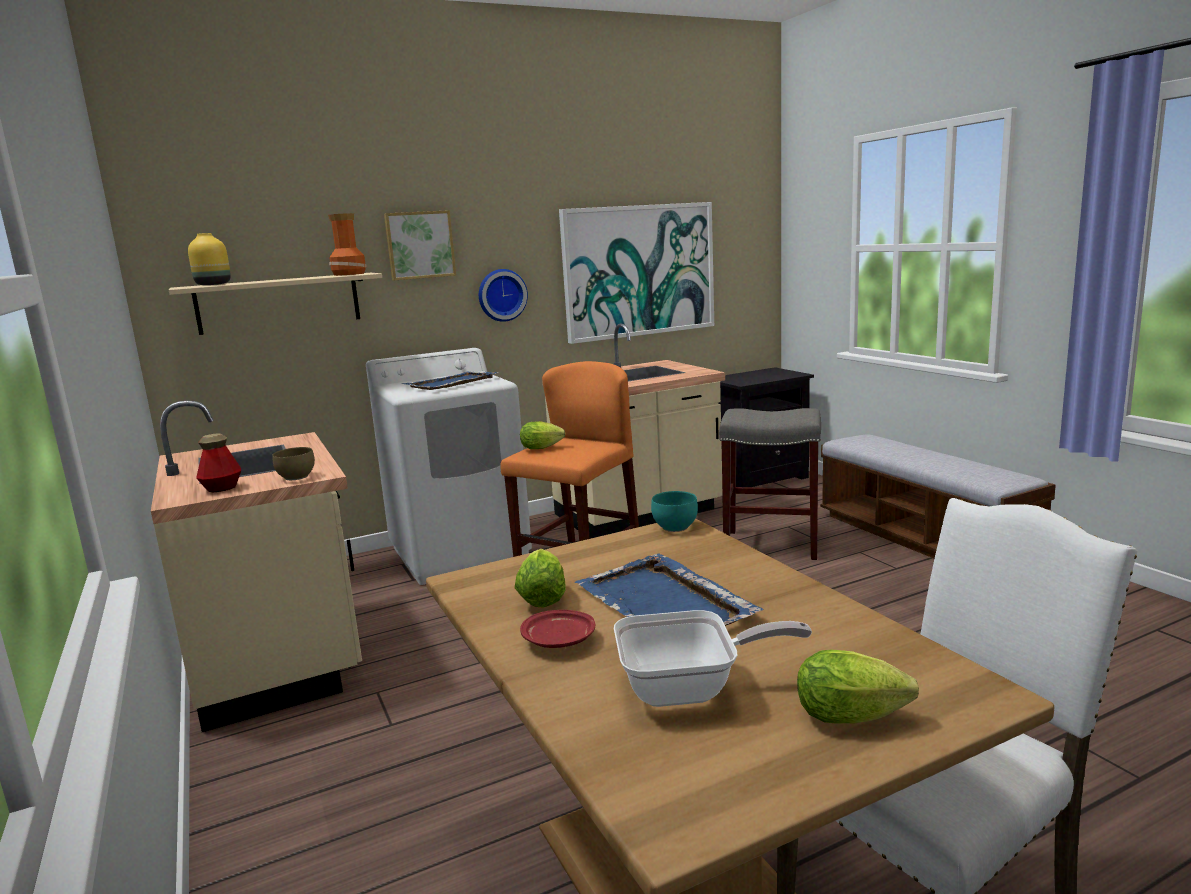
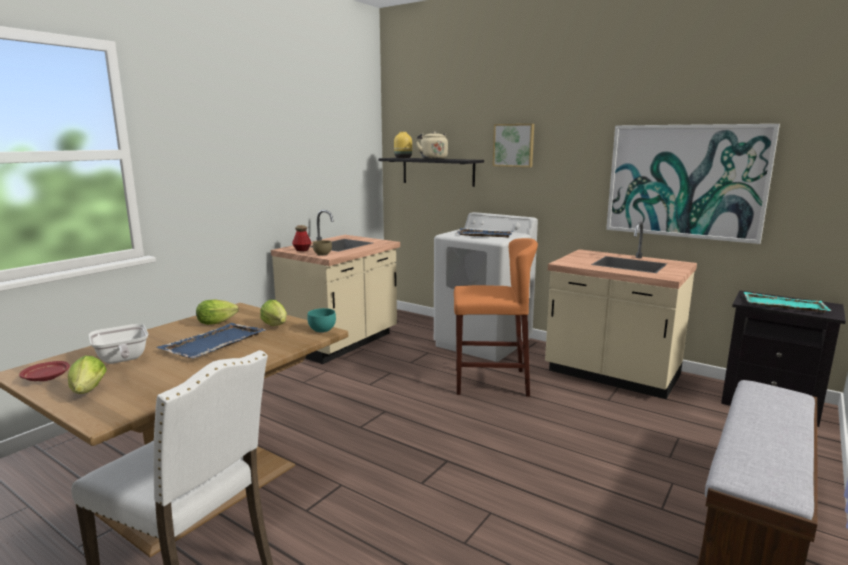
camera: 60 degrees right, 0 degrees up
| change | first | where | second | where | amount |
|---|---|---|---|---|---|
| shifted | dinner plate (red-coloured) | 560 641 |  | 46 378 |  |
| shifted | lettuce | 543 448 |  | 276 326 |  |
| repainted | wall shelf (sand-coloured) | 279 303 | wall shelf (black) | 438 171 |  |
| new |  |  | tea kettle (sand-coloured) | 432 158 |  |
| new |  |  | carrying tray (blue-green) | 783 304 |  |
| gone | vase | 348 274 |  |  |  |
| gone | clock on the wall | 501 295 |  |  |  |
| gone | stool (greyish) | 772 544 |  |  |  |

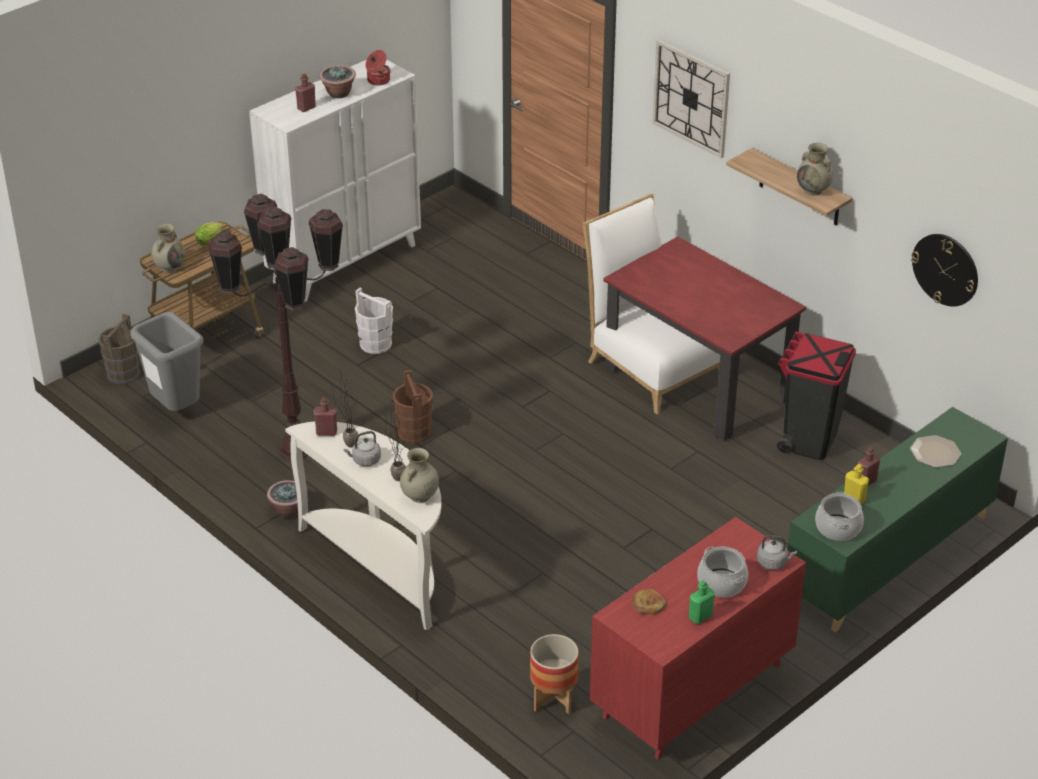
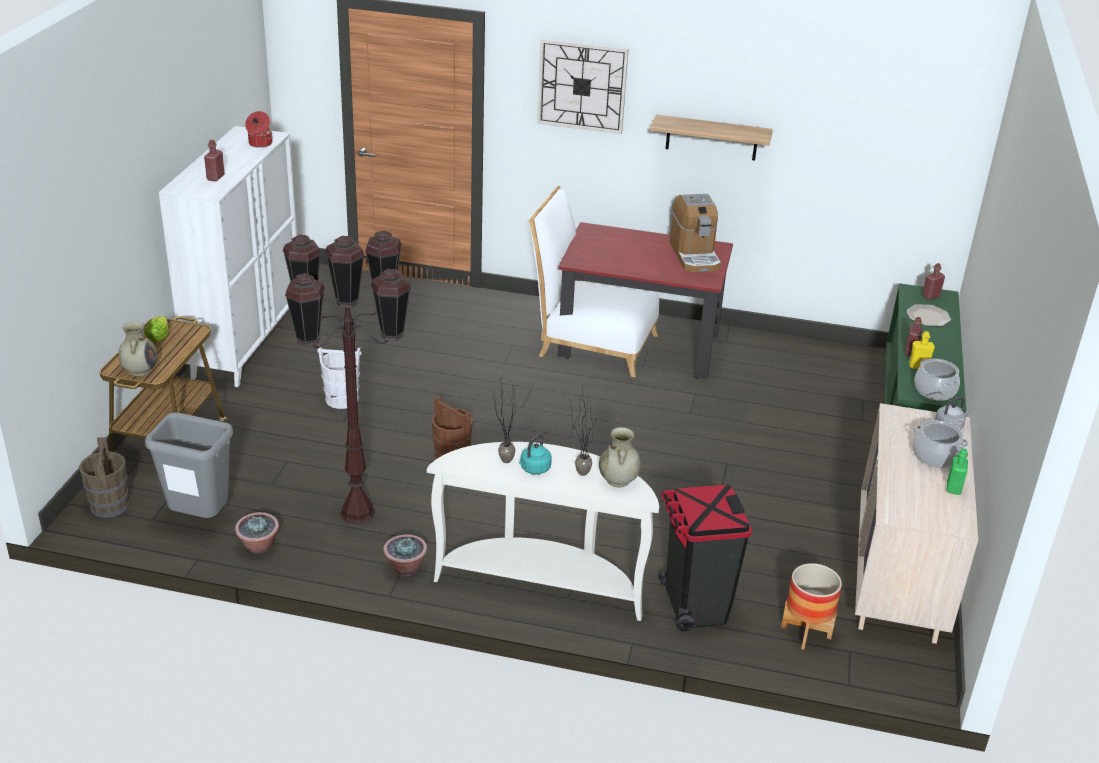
camera: 35 degrees left, 5 degrees down
| change | first | where | second | where | amount |
|---|---|---|---|---|---|
| shifted | potted plant | 338 94 |  | 259 546 |  |
| repainted | tea kettle (greyish) | 365 460 | tea kettle (blue-green) | 534 469 |  |
| shifted | waste bin (black) | 808 440 |  | 694 606 |  |
| new |  |  | coffee brewer | 694 256 |  |
| repainted | dresser (red-coloured) | 692 692 | dresser (sand-coloured) | 898 577 |  |
| shifted | bottle (red-coloured) | 326 432 |  | 930 296 |  |
| gone | bread | 648 604 |  |  |  |
| gone | vase (sand-coloured) | 813 190 |  |  |  |
| gone | clock on the wall | 945 269 |  |  |  |

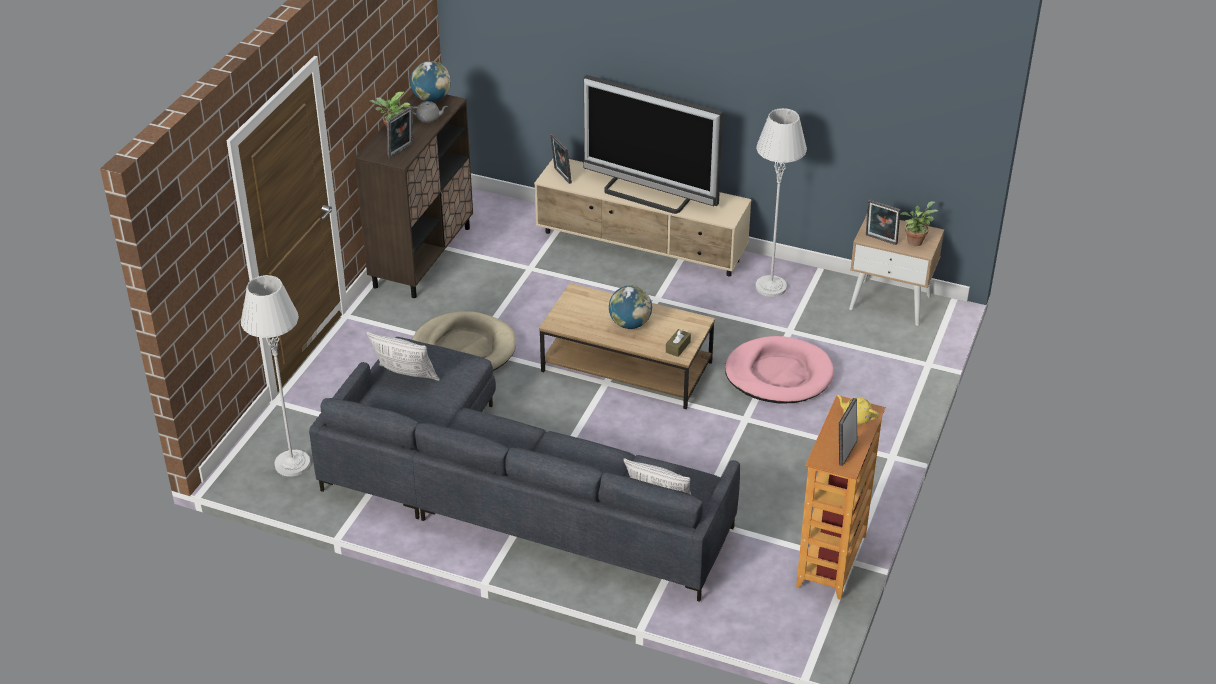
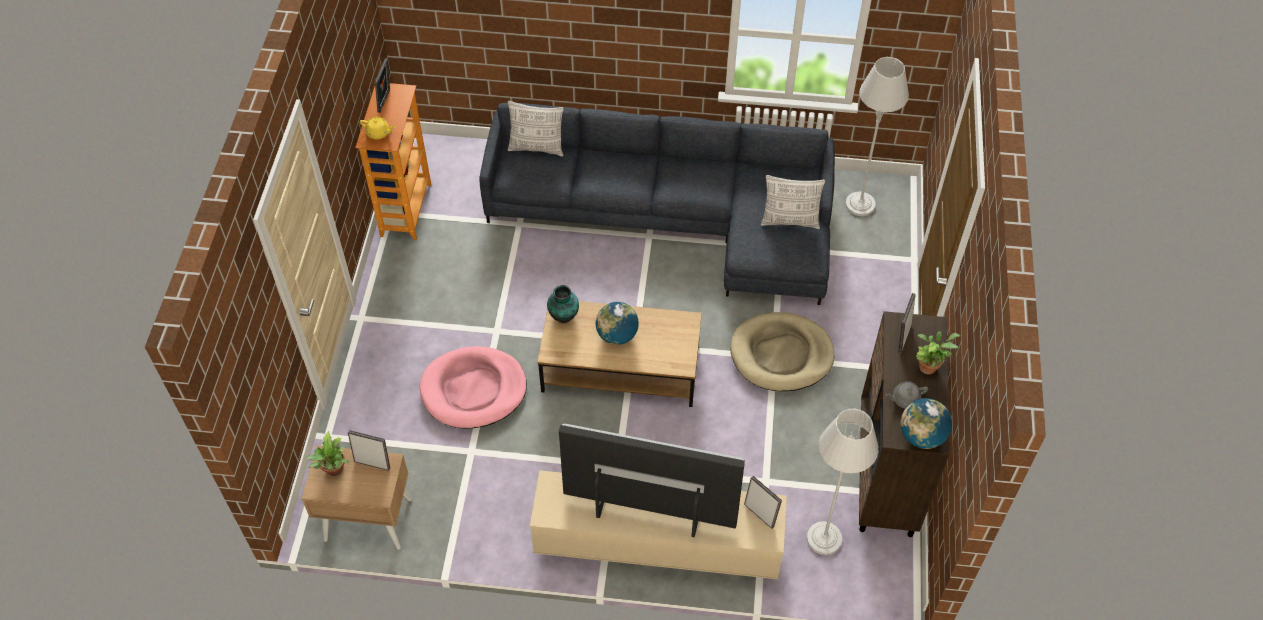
camera: 165 degrees right, 15 degrees up
| change | first | where | second | where | amount |
|---|---|---|---|---|---|
| swapped | tissue box (brown-coloured) | 678 347 | vase | 564 317 |  |
| shifted | standing lamp (greyish) | 771 287 |  | 824 539 |  |

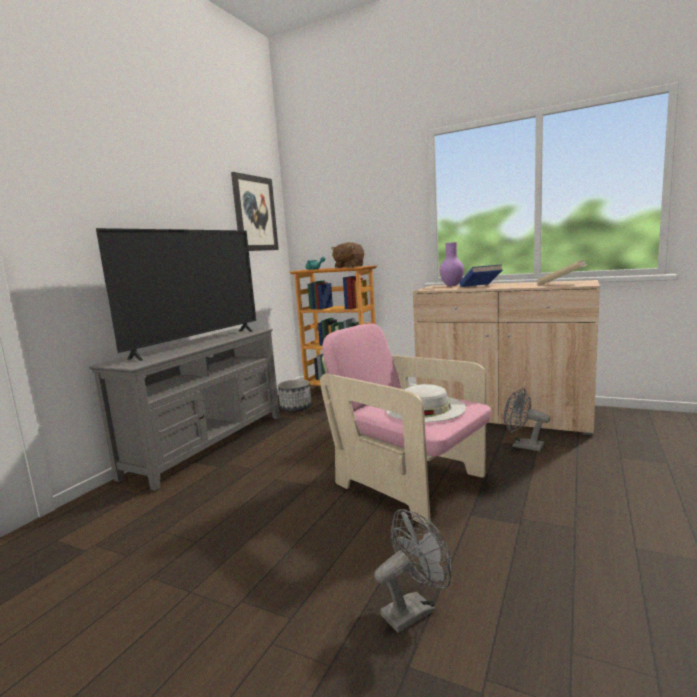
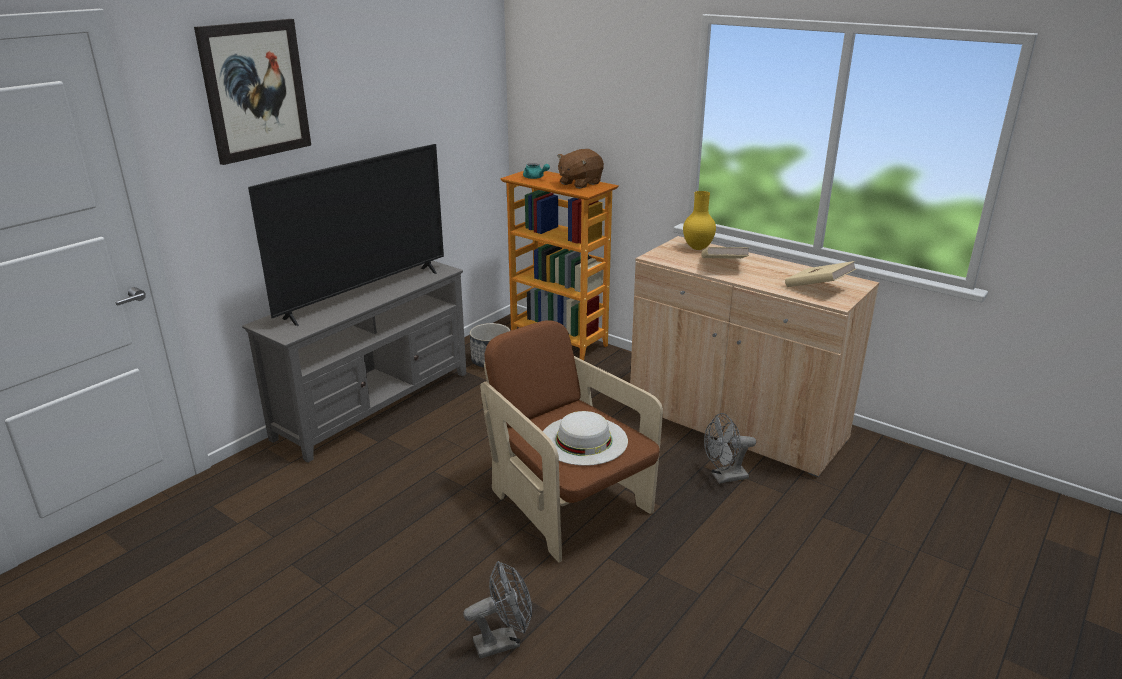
camera: 10 degrees right, 15 degrees up
| change | first | where | second | where | amount |
|---|---|---|---|---|---|
| shifted | wall art | 255 213 |  | 255 90 |  |
| repainted | easy chair (pinkish) | 408 483 | easy chair (brown-coloured) | 568 505 |  |
| repainted | vase (purple) | 451 285 | vase (yellow-coloured) | 697 248 |  |
| repainted | volume (bluish) | 480 286 | volume (sand-coloured) | 723 266 |  |
| rotated | electric fan (greyish) | 522 446 |  | 724 477 | 60 degrees counterclockwise |

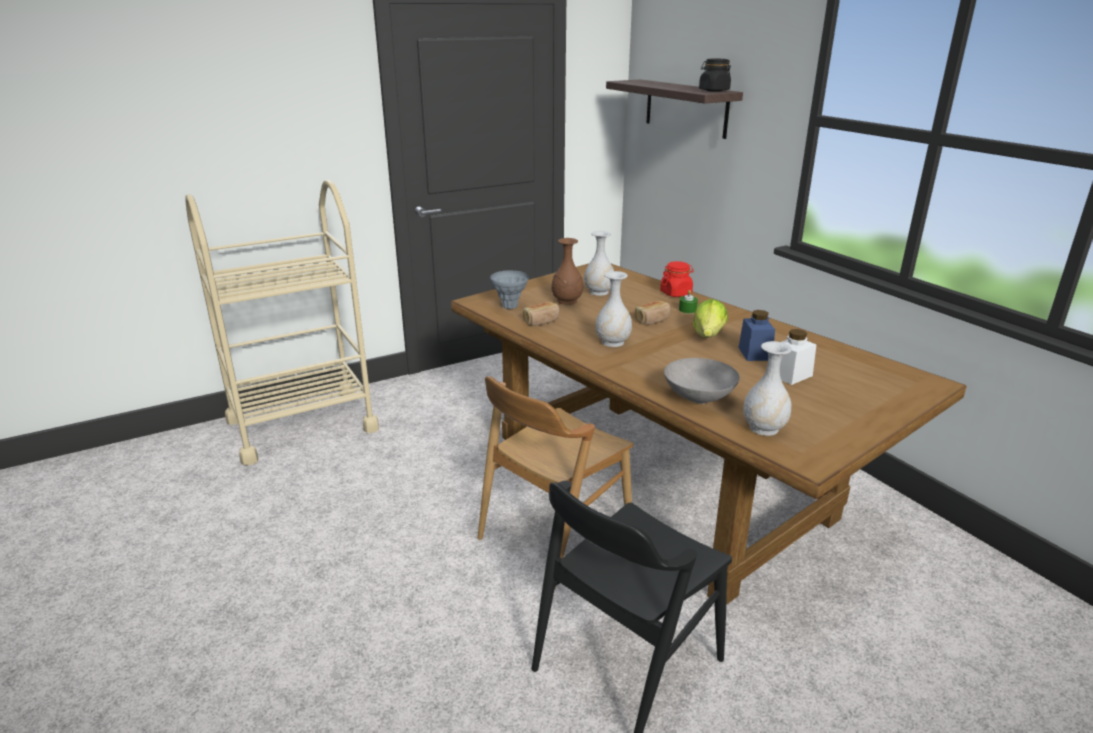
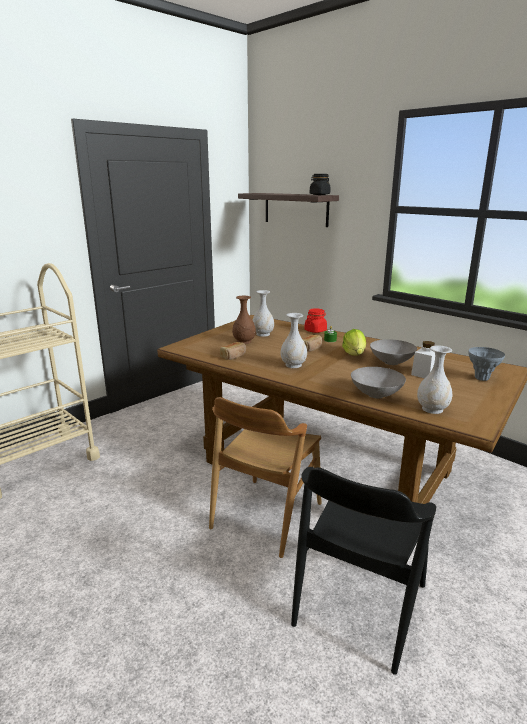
camera: 15 degrees left, 5 degrees down
| change | first | where | second | where | amount |
|---|---|---|---|---|---|
| swapped | storage jar (bluish) | 754 354 | bowl (greyish) | 392 362 |  |
| shifted | vase (greyish) | 510 306 |  | 481 378 |  |

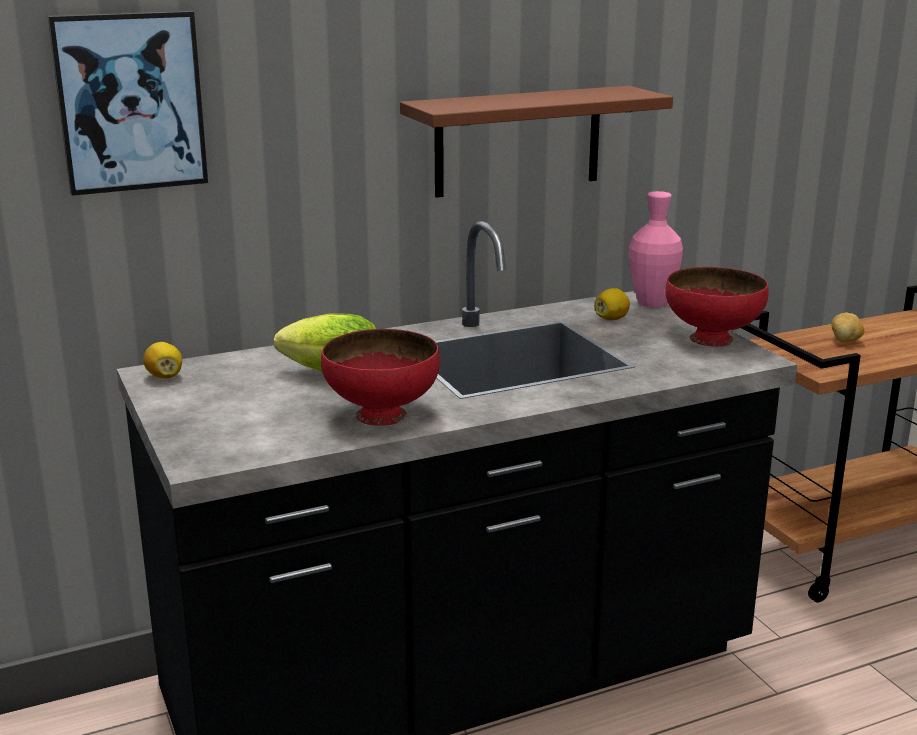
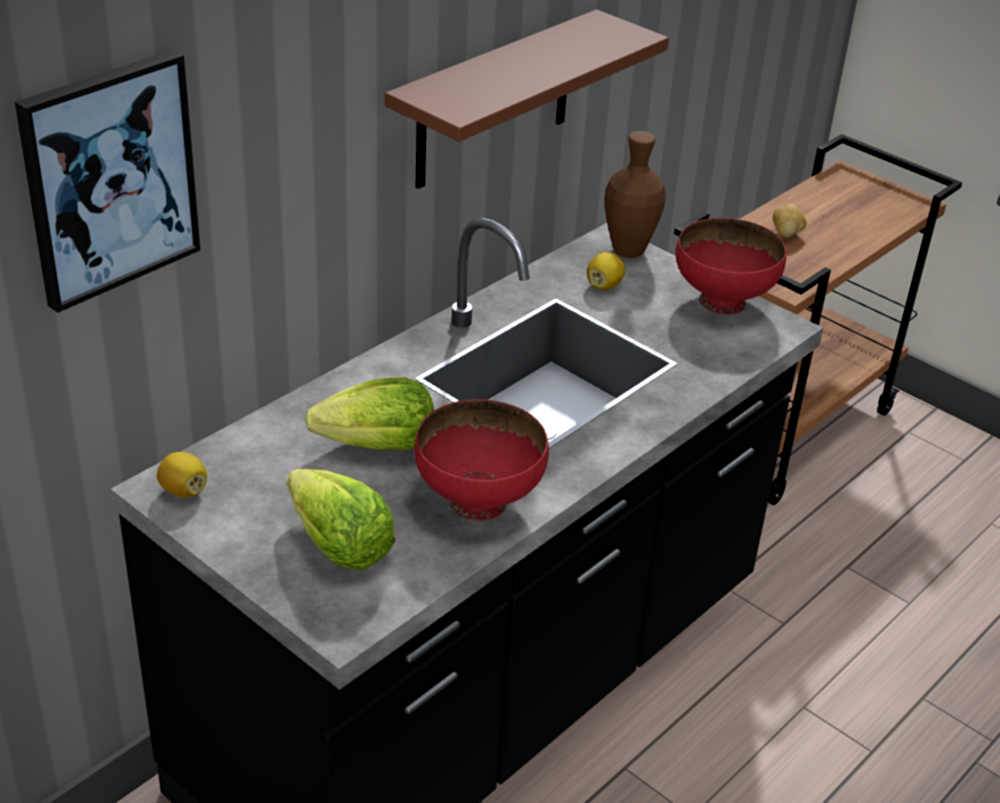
camera: 25 degrees left, 15 degrees up
| change | first | where | second | where | amount |
|---|---|---|---|---|---|
| new |  |  | lettuce | 339 547 |  |
| repainted | vase (pinkish) | 652 304 | vase (brown-coloured) | 628 251 |  |

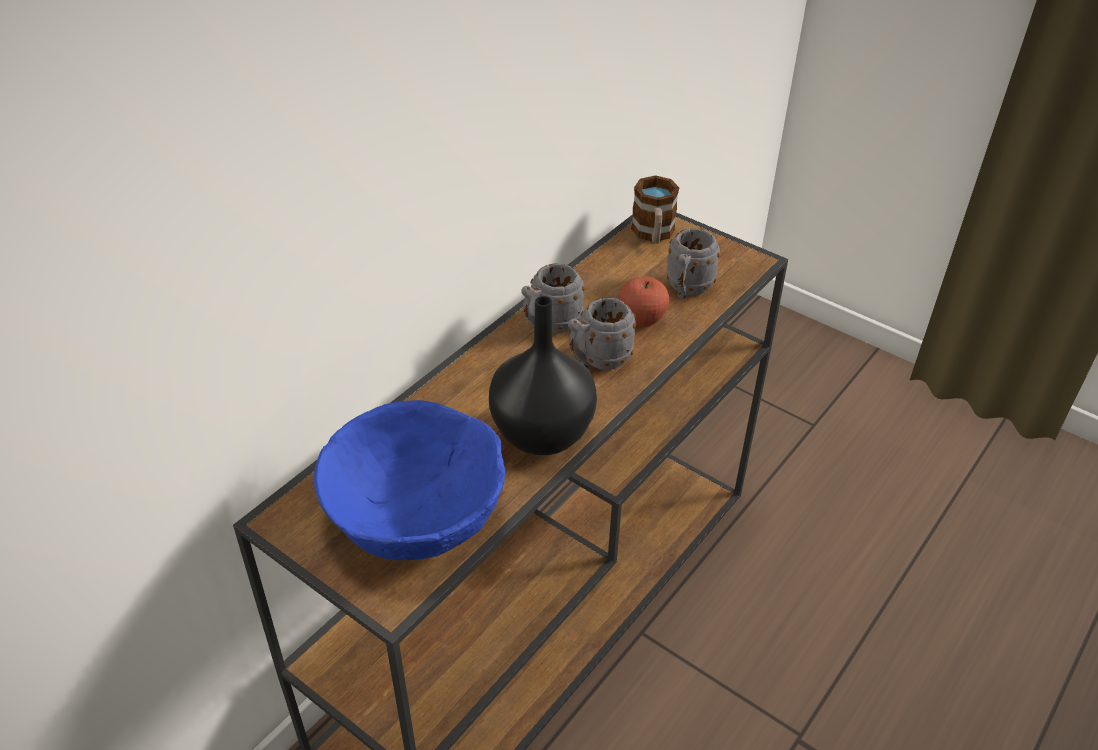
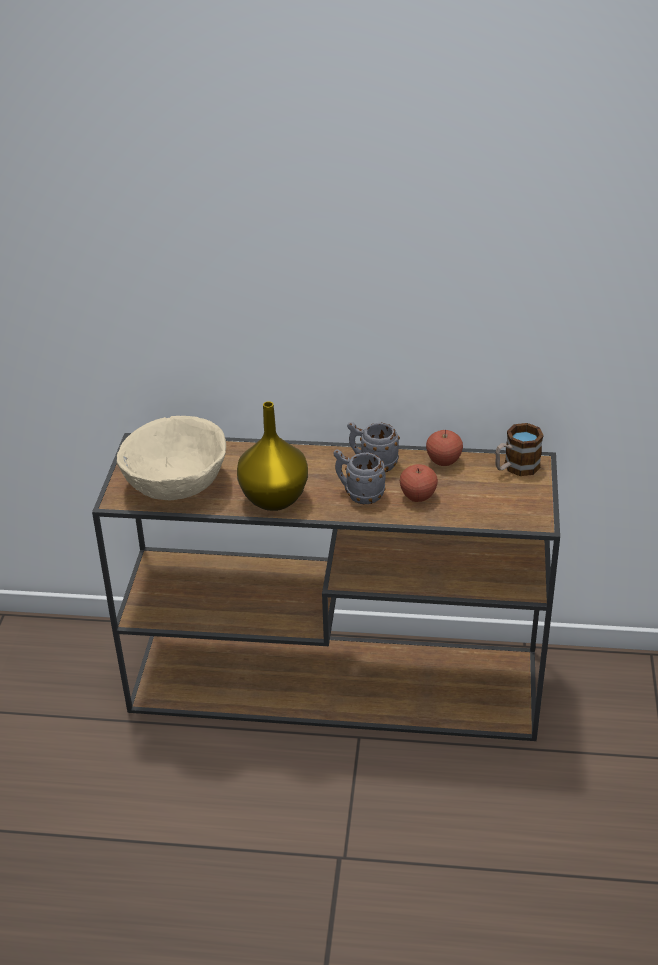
camera: 60 degrees right, 5 degrees down
| change | first | where | second | where | amount |
|---|---|---|---|---|---|
| repainted | bowl (bluish) | 415 518 | bowl (sand-coloured) | 174 483 |  |
| repainted | vase (black) | 544 435 | vase (yellow-coloured) | 274 500 |  |
| new |  |  | whole apple | 443 461 |  |
| gone | tea mug (greyish) | 687 289 |  |  |  |

